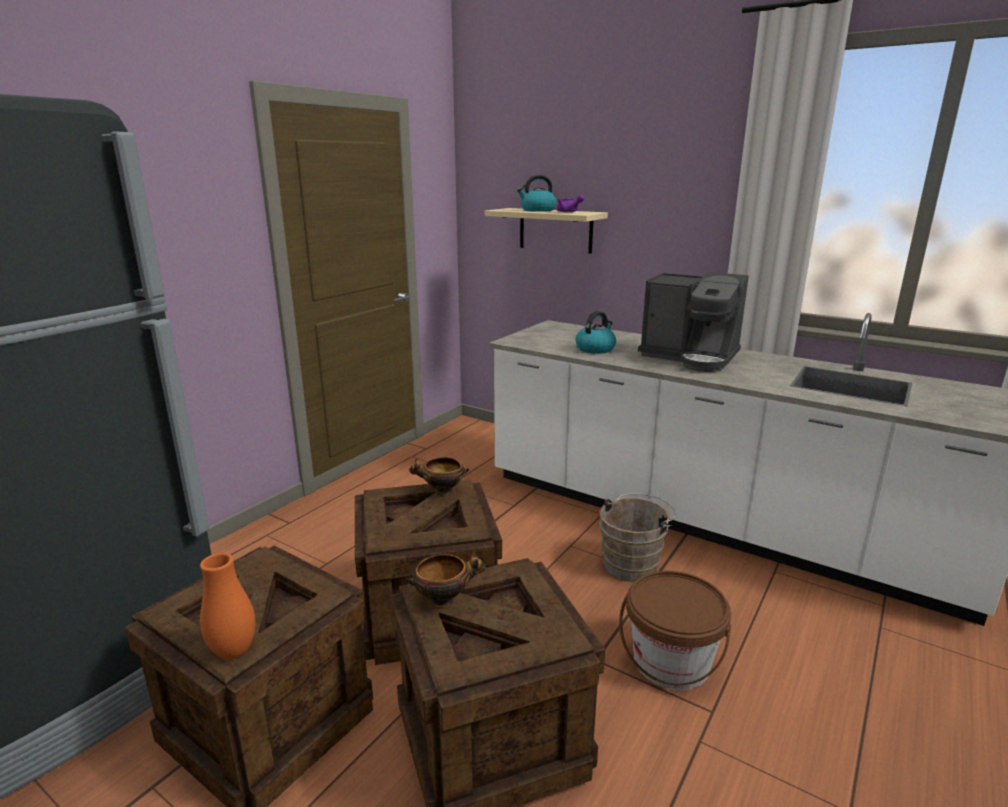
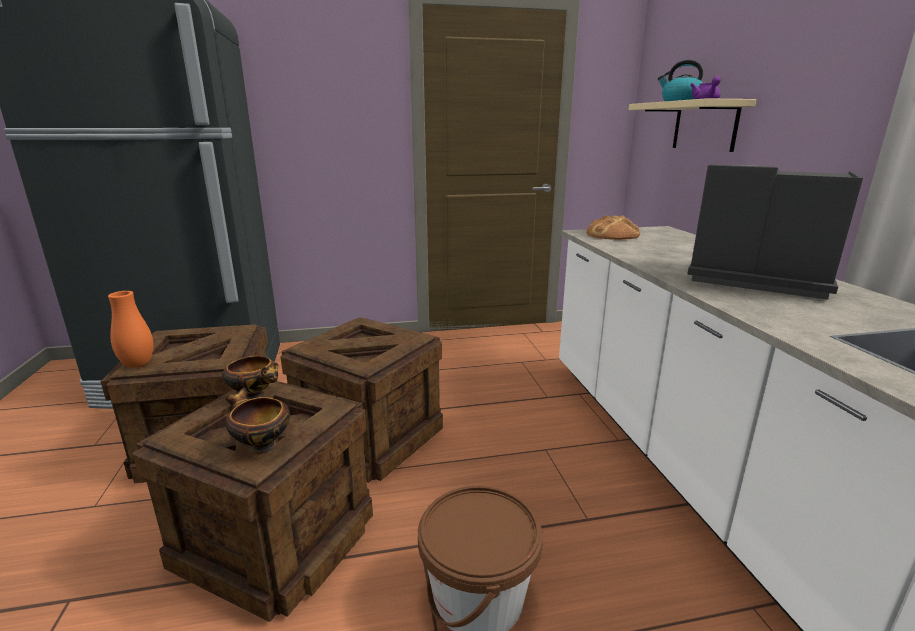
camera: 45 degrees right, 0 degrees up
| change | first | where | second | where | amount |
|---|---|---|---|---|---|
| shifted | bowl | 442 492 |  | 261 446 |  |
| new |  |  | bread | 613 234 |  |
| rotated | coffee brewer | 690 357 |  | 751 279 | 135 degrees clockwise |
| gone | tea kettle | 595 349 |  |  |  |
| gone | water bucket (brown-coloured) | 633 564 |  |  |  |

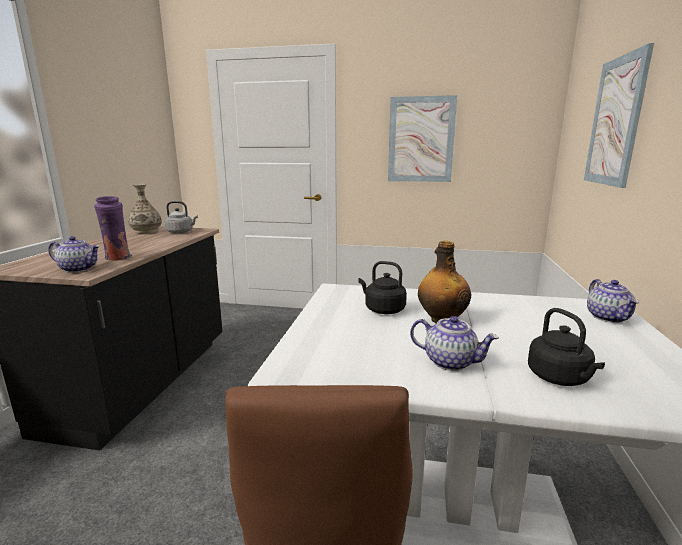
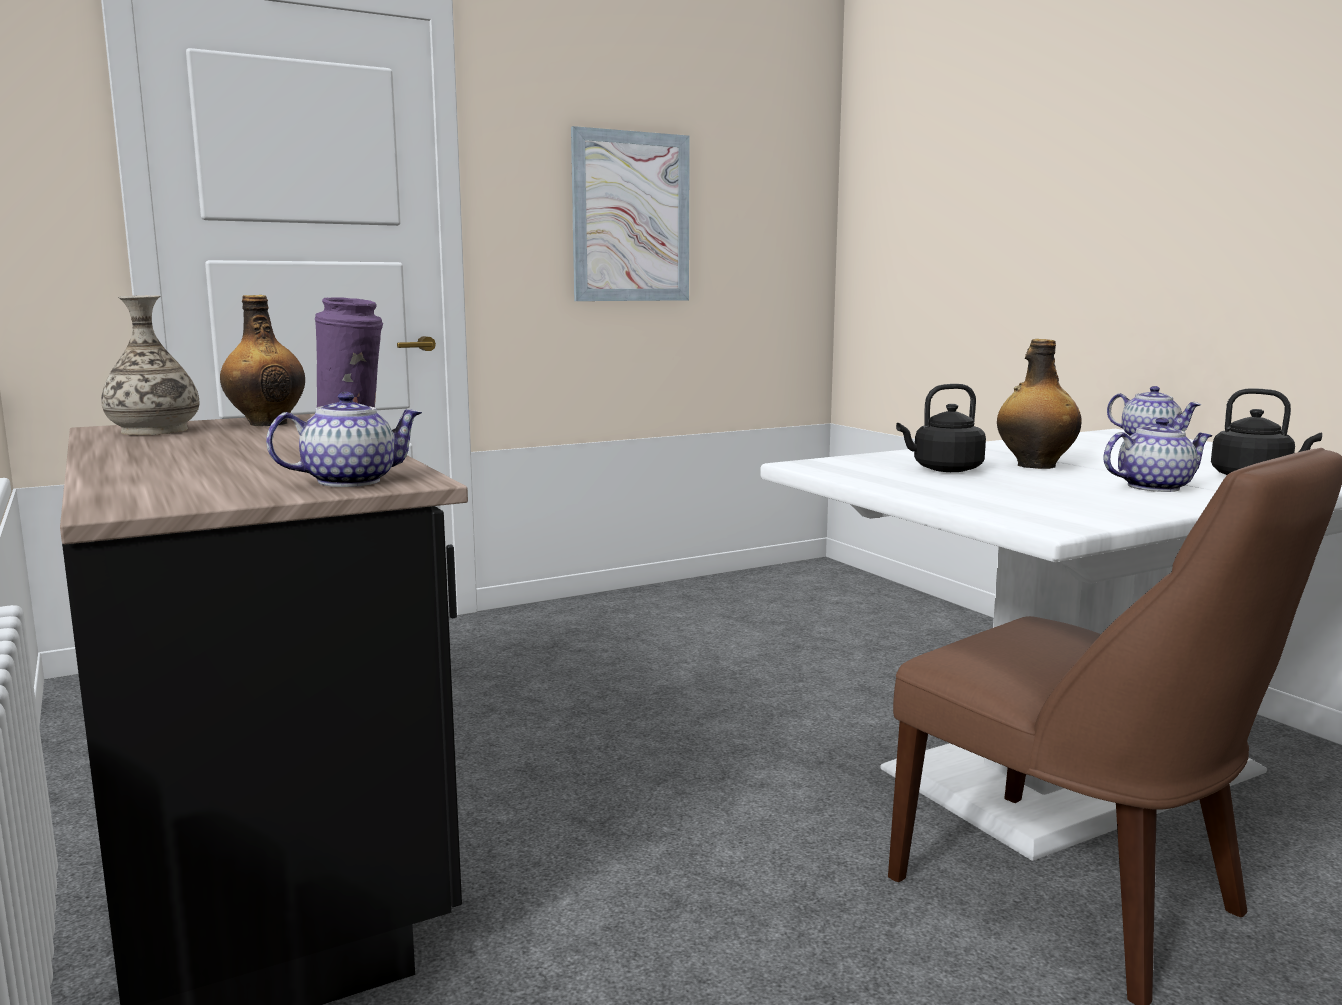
camera: 40 degrees left, 5 degrees down
| change | first | where | second | where | amount |
|---|---|---|---|---|---|
| swapped | tea kettle (greyish) | 181 232 | bottle | 267 423 |  |
| gone | wall art | 615 122 |  |  |  |

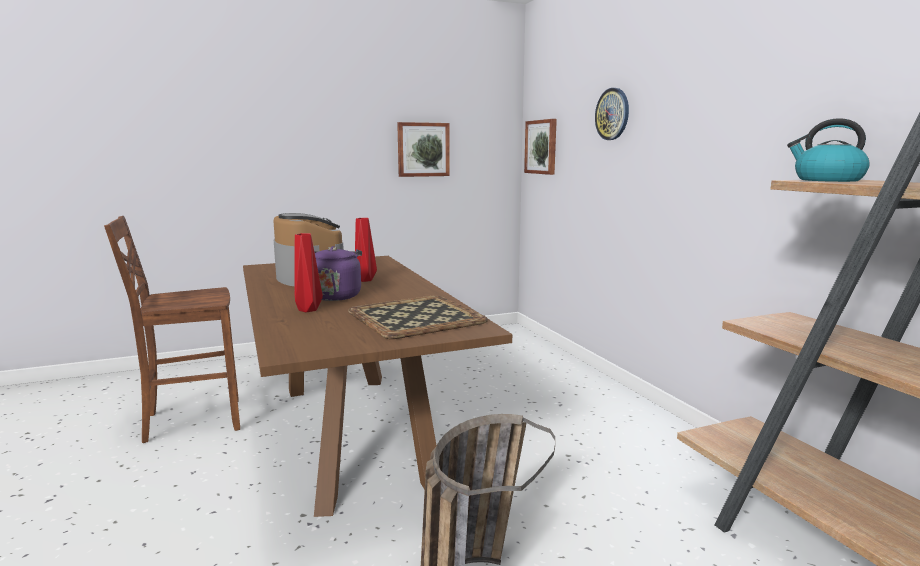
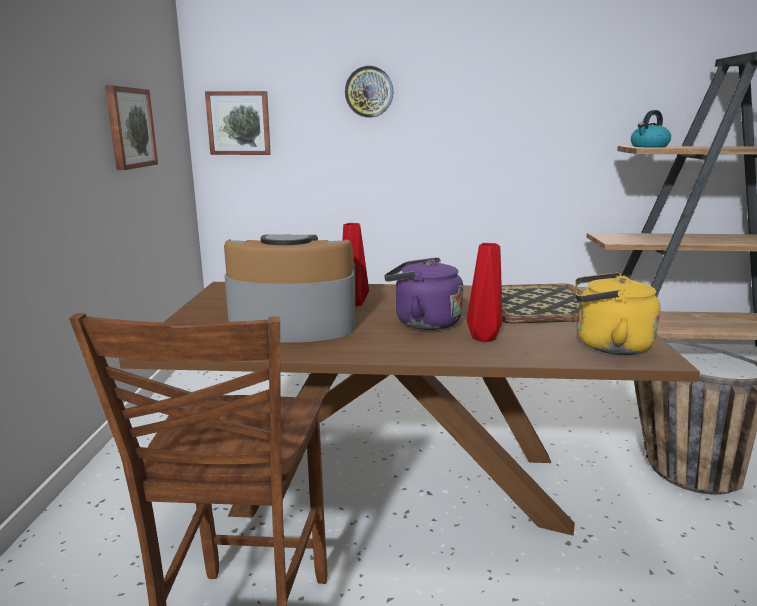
camera: 65 degrees left, 5 degrees up
| change | first | where | second | where | amount |
|---|---|---|---|---|---|
| new |  |  | tea kettle (yellow-coloured) | 607 345 |  |

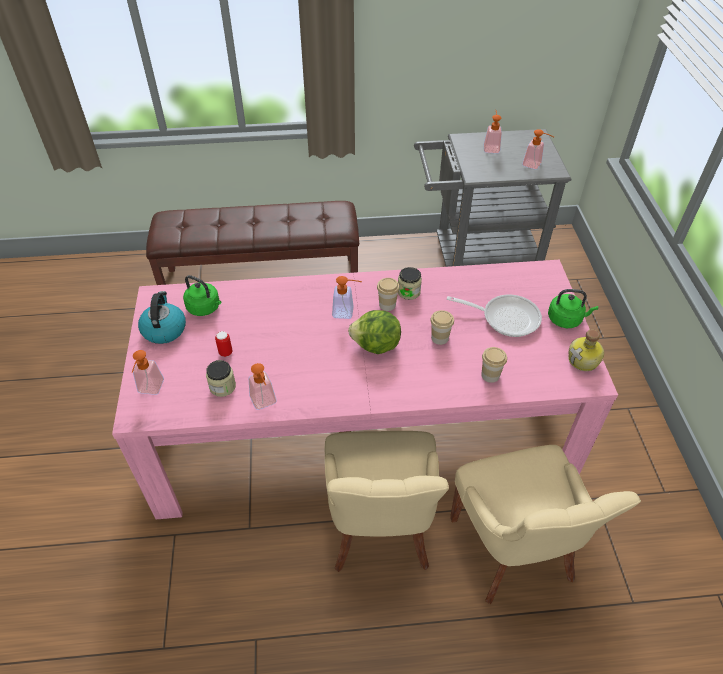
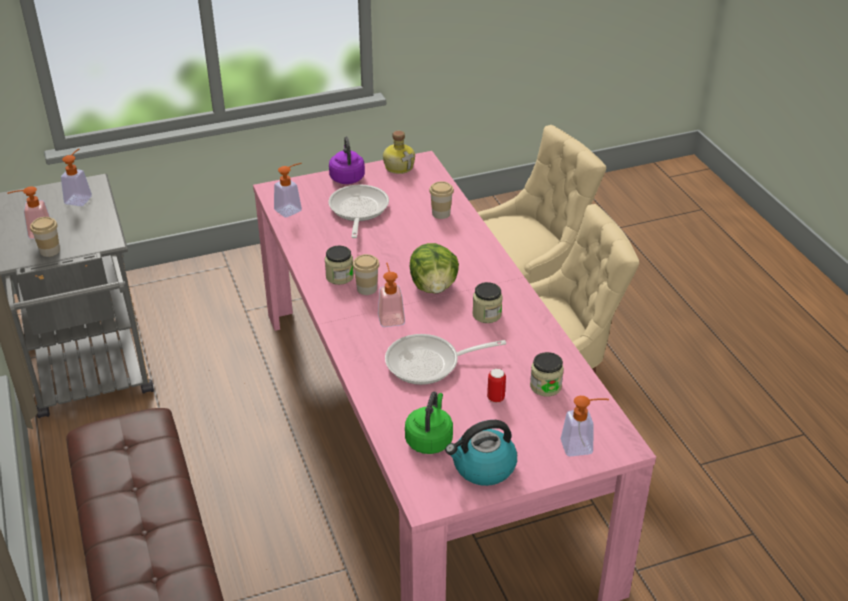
camera: 105 degrees left, 10 degrees down
| change | first | where | second | where | amount |
|---|---|---|---|---|---|
| shifted | drinking cup | 439 338 |  | 50 251 |  |
| shifted | soap bottle | 265 403 |  | 292 209 |  |
| repainted | tea kettle (green) | 566 319 | tea kettle (purple) | 347 177 |  |
| new |  |  | skillet | 429 363 |  |
| new |  |  | storage jar | 486 314 |  |

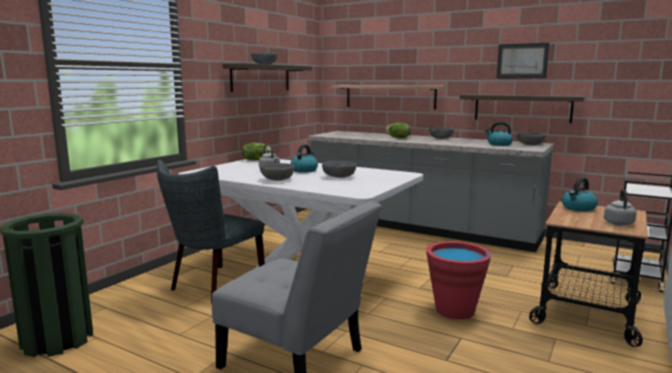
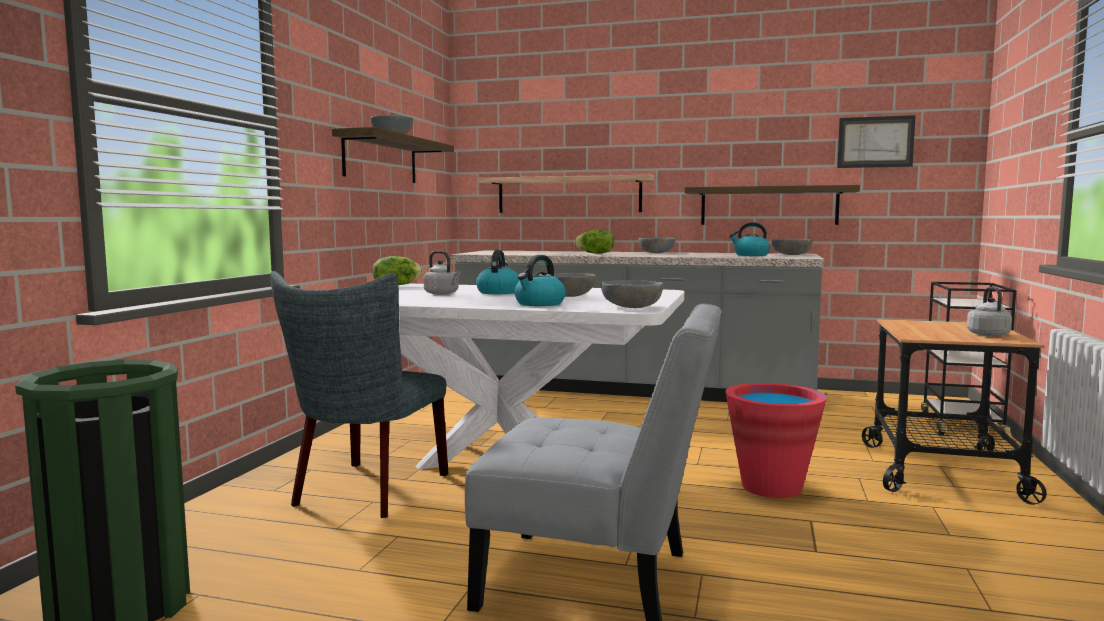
camera: 15 degrees left, 5 degrees down
| change | first | where | second | where | amount |
|---|---|---|---|---|---|
| shifted | tea kettle | 578 208 |  | 539 304 |  |
| shifted | bowl (greyish) | 278 179 |  | 632 307 |  |
| shifted | wall art | 522 61 |  | 875 142 |  |

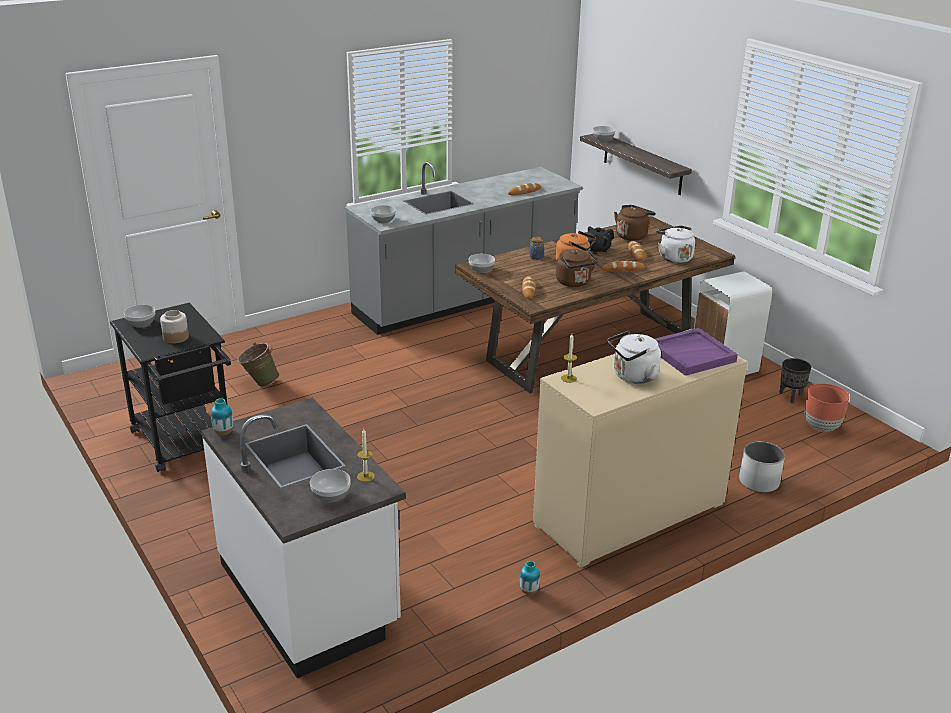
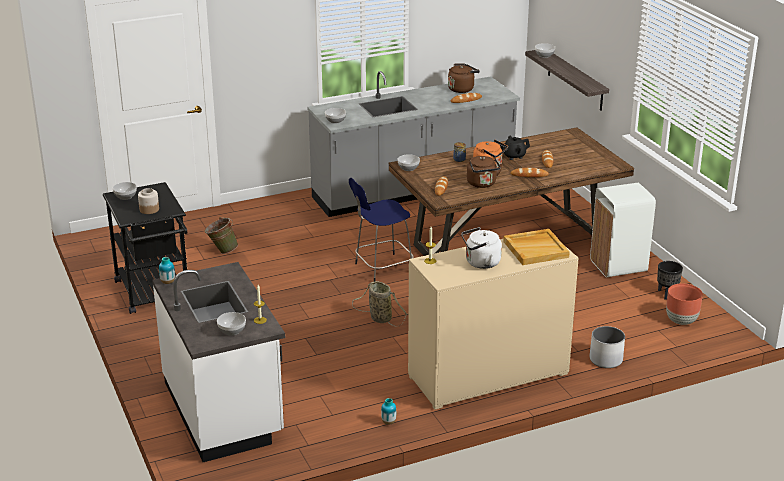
camera: 10 degrees right, 0 degrees up
| change | first | where | second | where | amount |
|---|---|---|---|---|---|
| new |  |  | stool (bluish) | 382 269 |  |
| new |  |  | household basket | 379 318 |  |
| shifted | tea kettle (brown-coloured) | 632 235 |  | 462 89 |  |
| repainted | carrying tray (purple) | 691 354 | carrying tray (sand-coloured) | 536 249 |  |
| gone | tea kettle (whitish) | 674 257 |  |  |  |

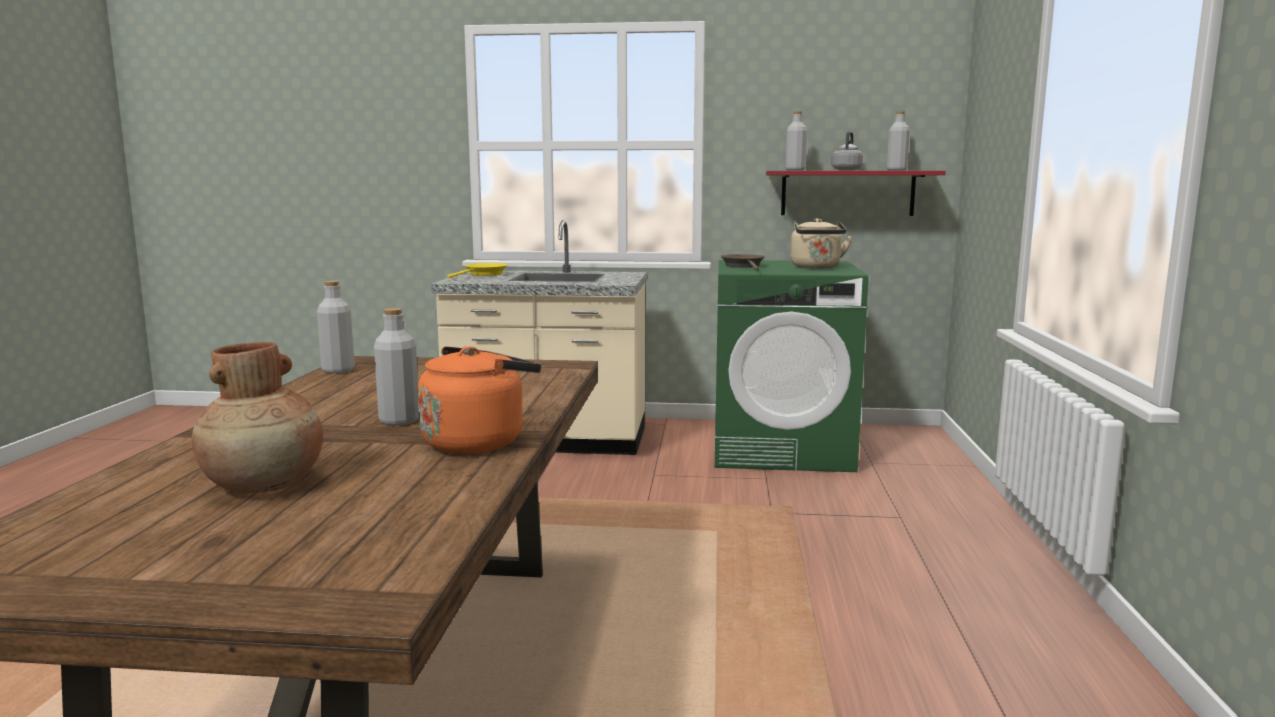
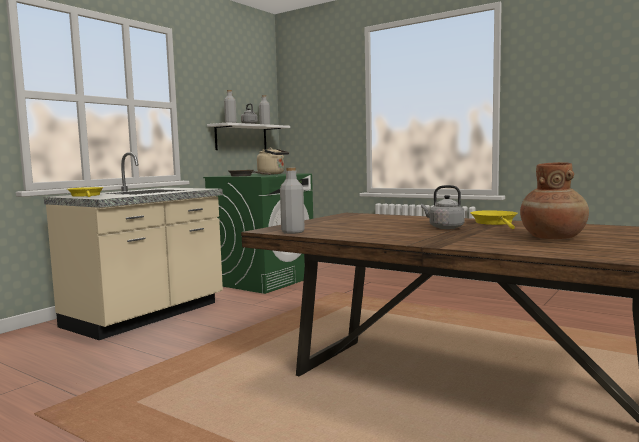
camera: 60 degrees left, 5 degrees down
| change | first | where | second | where | amount |
|---|---|---|---|---|---|
| repainted | wall shelf (red-coloured) | 847 193 | wall shelf (whitish) | 241 137 |  |
| swapped | bottle (greyish) | 399 421 | tea kettle (greyish) | 444 228 |  |
| swapped | tea kettle (orangey) | 478 441 | skillet (yellow-coloured) | 495 223 |  |

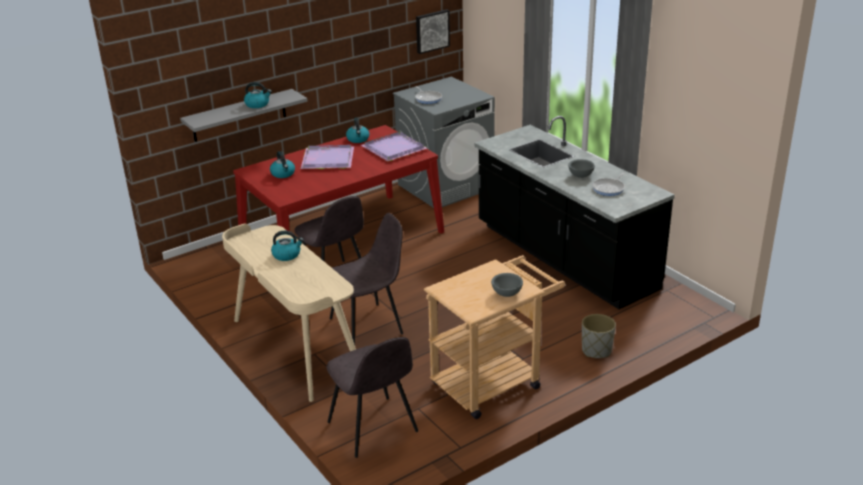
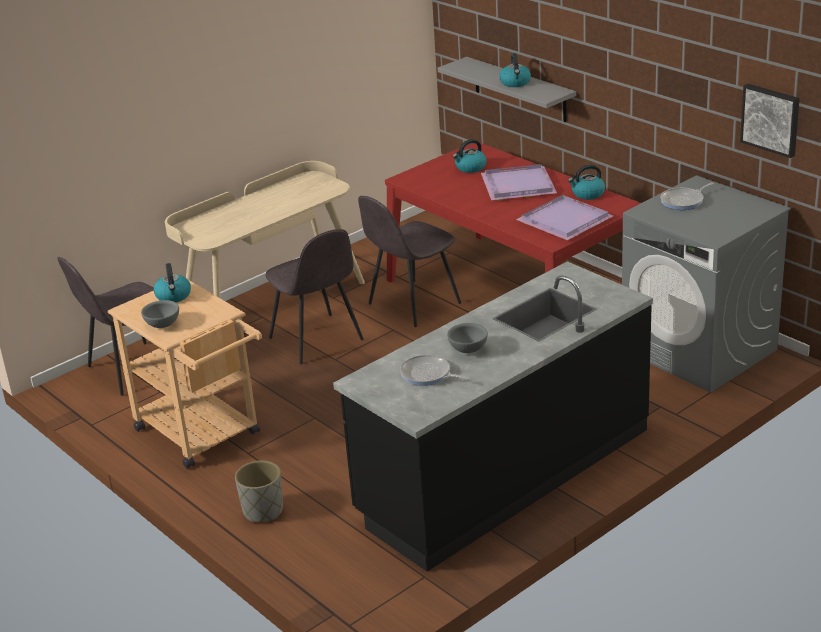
camera: 85 degrees right, 0 degrees up
| change | first | where | second | where | amount |
|---|---|---|---|---|---|
| shifted | tea kettle | 287 255 |  | 173 296 |  |

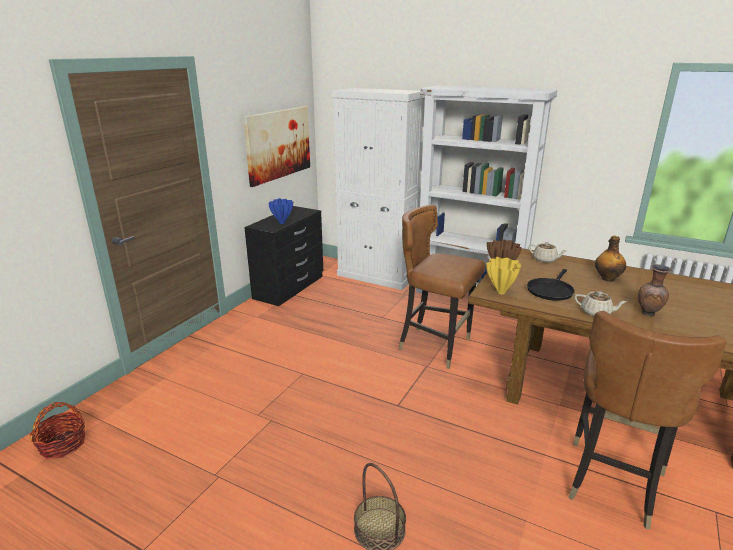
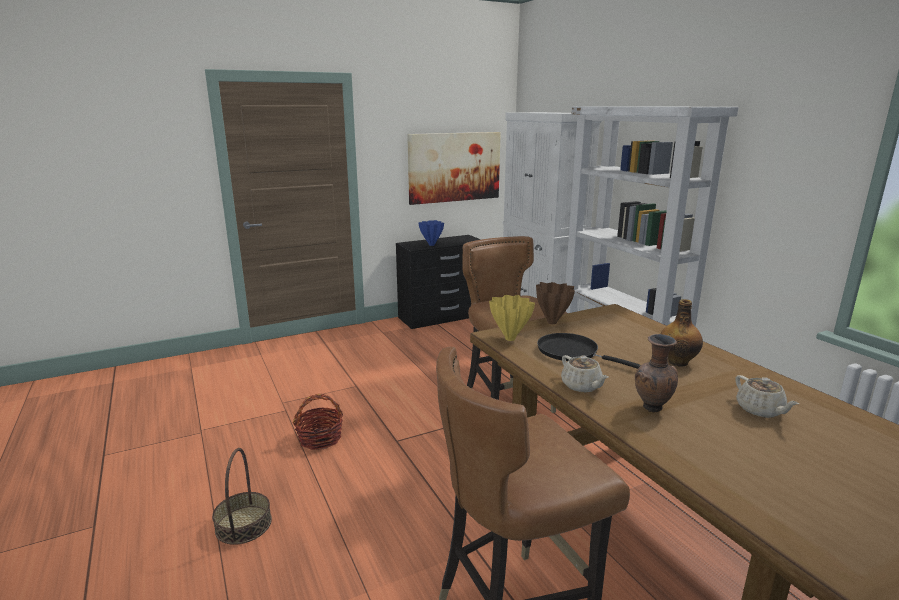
camera: 35 degrees right, 5 degrees down
| change | first | where | second | where | amount |
|---|---|---|---|---|---|
| shifted | household basket | 63 444 |  | 320 438 |  |
| rotated | skillet (black) | 550 290 |  | 571 352 | 60 degrees clockwise |
| shifted | tea pot (sand-coloured) | 545 260 |  | 760 410 |  |

